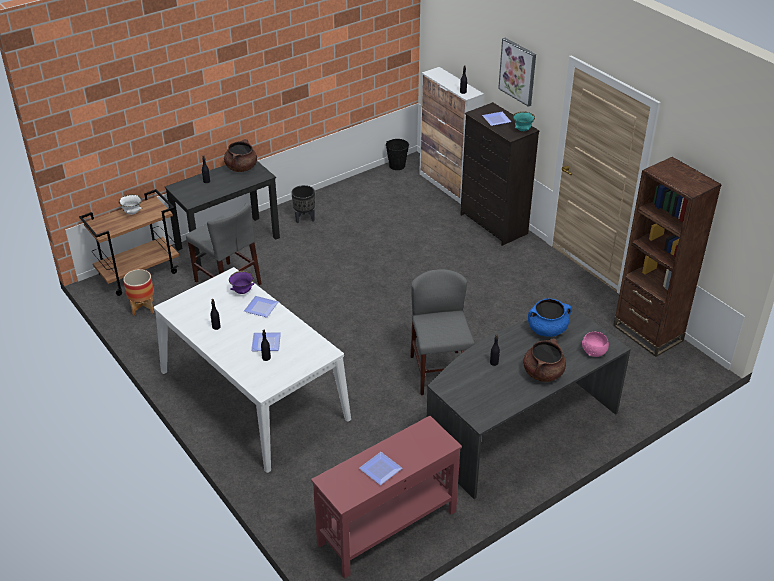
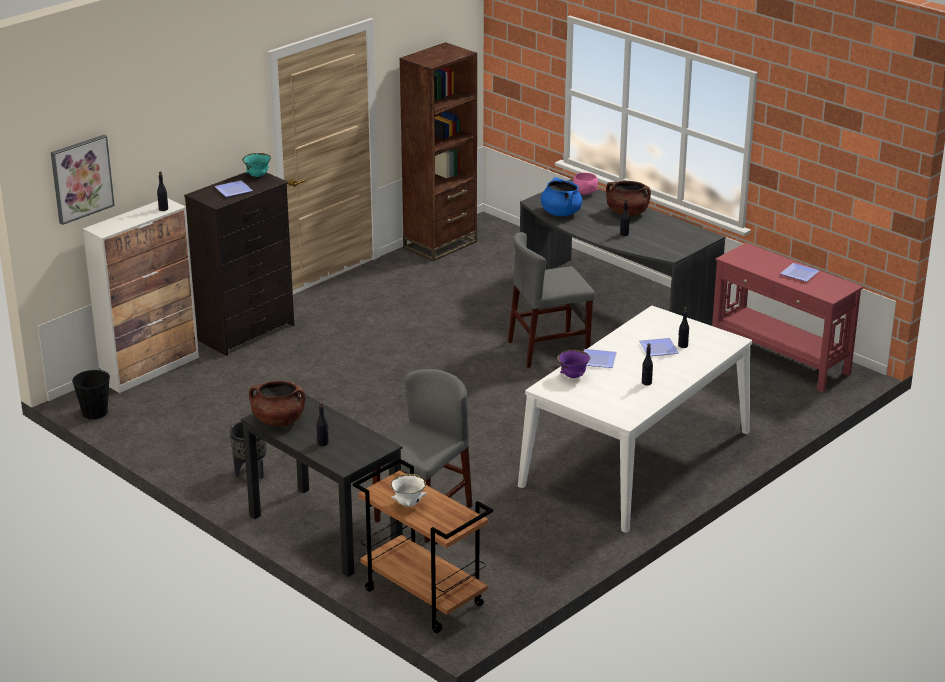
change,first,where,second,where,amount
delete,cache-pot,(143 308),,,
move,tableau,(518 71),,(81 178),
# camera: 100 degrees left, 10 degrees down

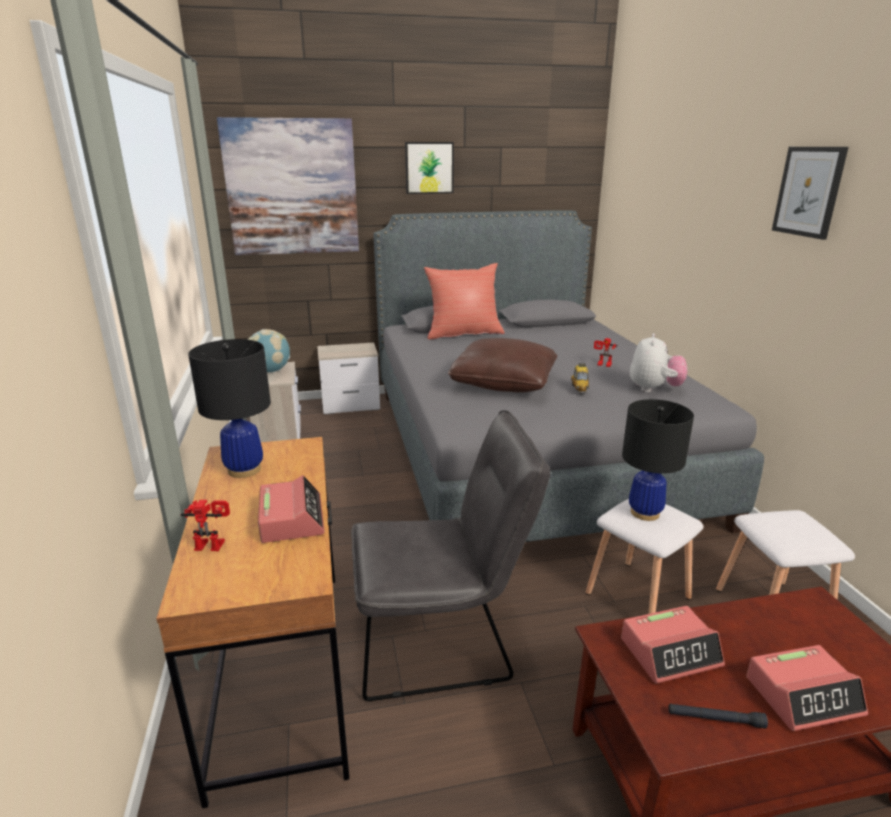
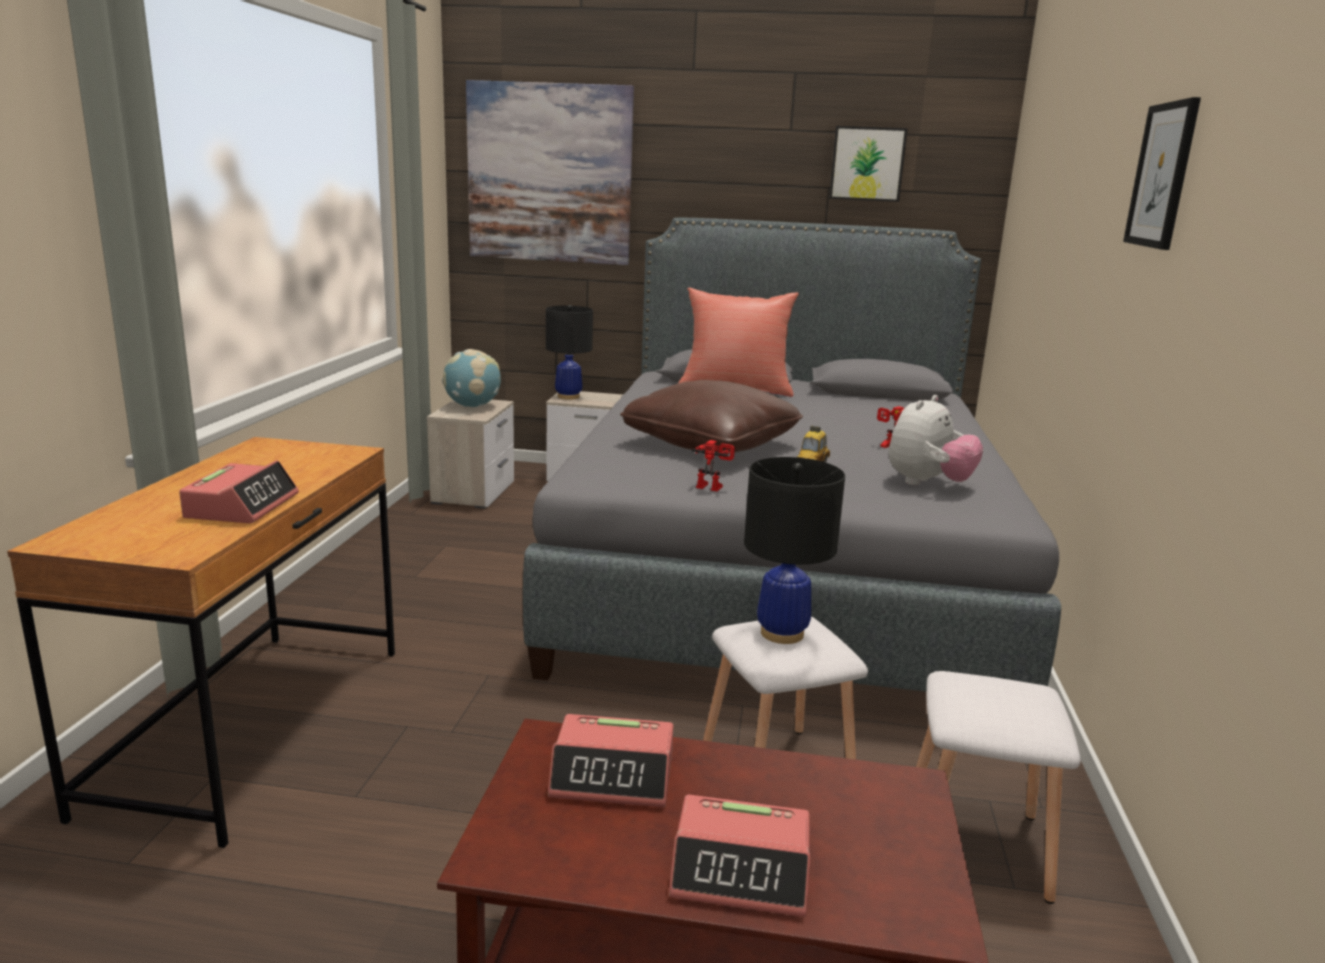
change,first,where,second,where,amount
delete,chaise [gris],(443 641),,,
delete,lampe de poche [noir],(715 719),,,
move,robot jouet,(213 543),,(712 486),
move,lampe de table [noir],(244 469),,(568 396),
move,tableau,(429 168),,(867 164),
# camera: 20 degrees right, 5 degrees down

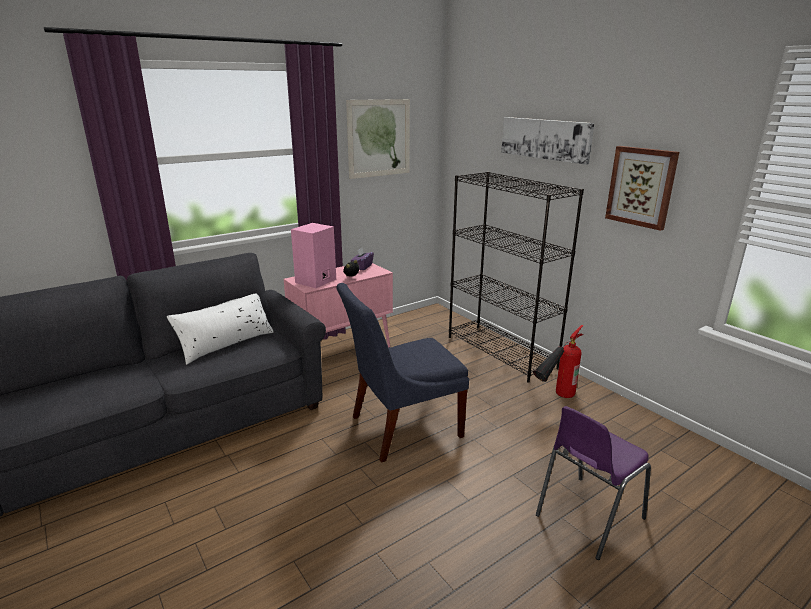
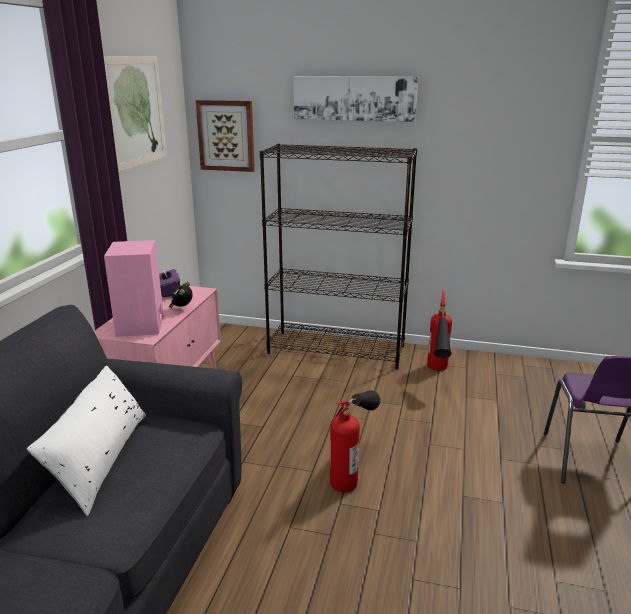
change,first,where,second,where,amount
move,tableau,(641 187),,(226 135),
replace,chaise [bleu],(401 427),extincteur,(353 468),
# camera: 40 degrees left, 0 degrees up

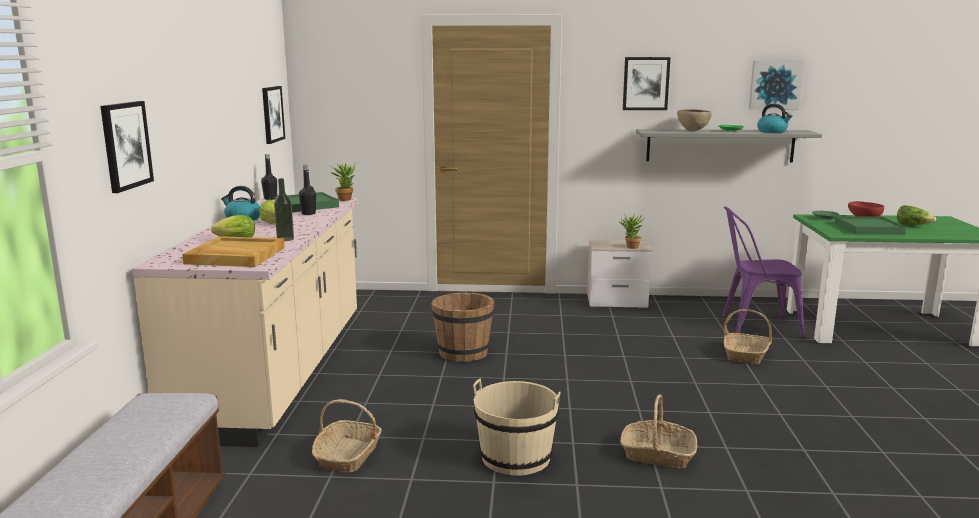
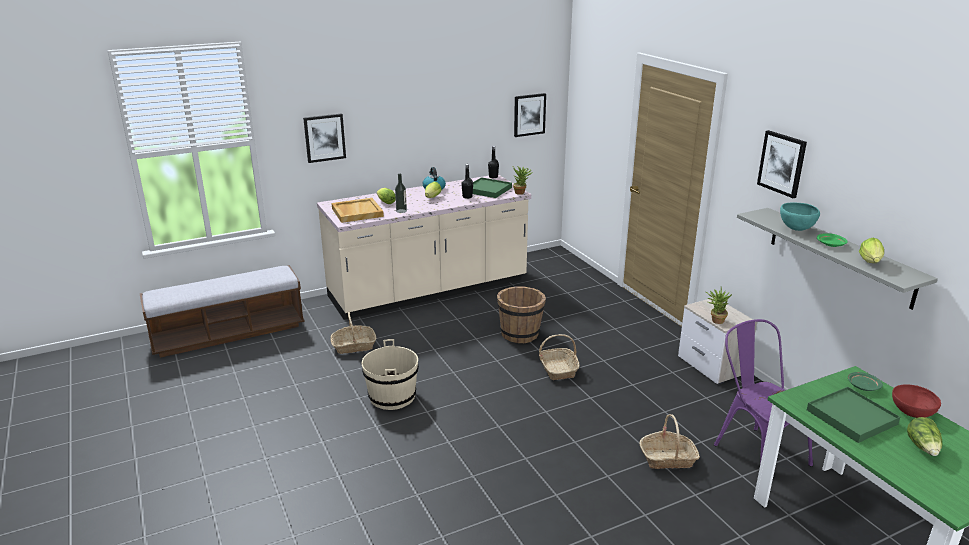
change,first,where,second,where,amount
delete,tableau,(775 85),,,
move,panier,(657 454),,(558 369),
replace,bouilloire,(772 131),laitue,(870 263),
recolor,bol [marron],(692 131),bol [turquoise],(796 229),
# camera: 60 degrees right, 10 degrees up

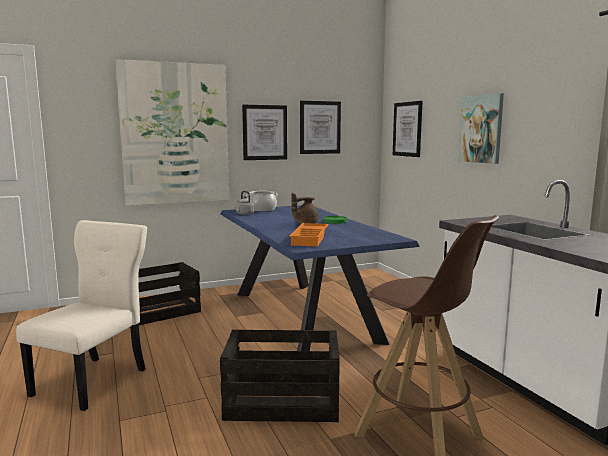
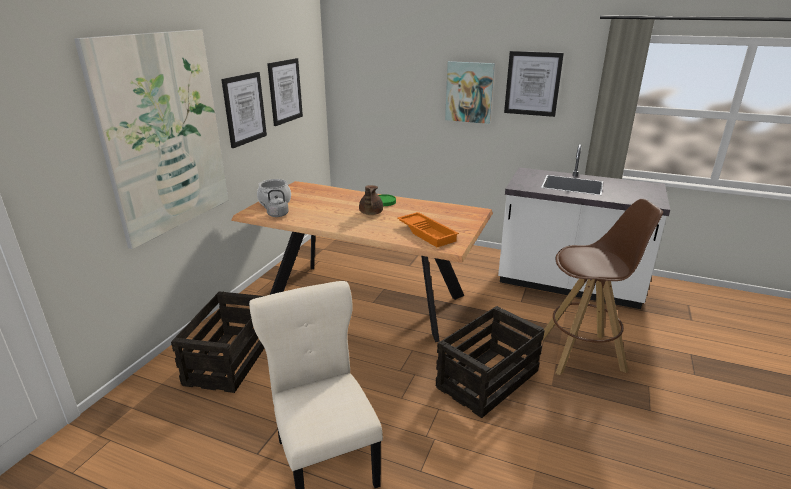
change,first,where,second,where,amount
move,tableau,(407 129),,(532 83),
recolor,table à manger [bleu],(303 316),table à manger [marron],(366 298),
# camera: 45 degrees left, 15 degrees up

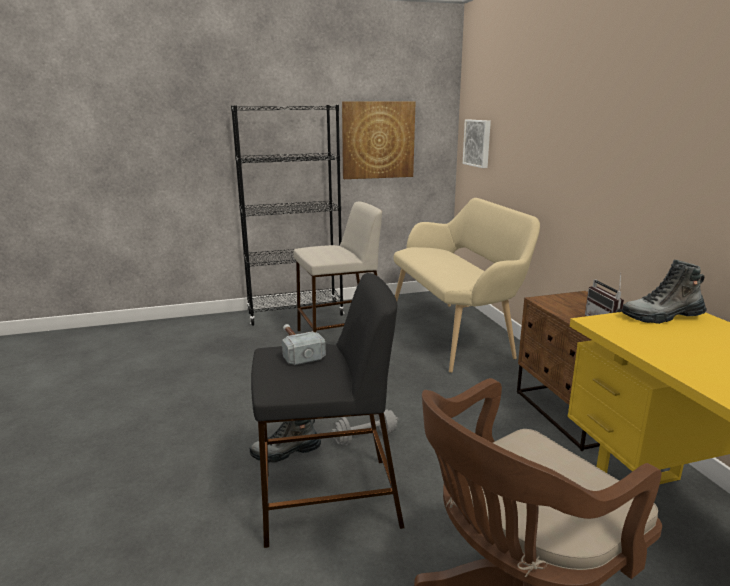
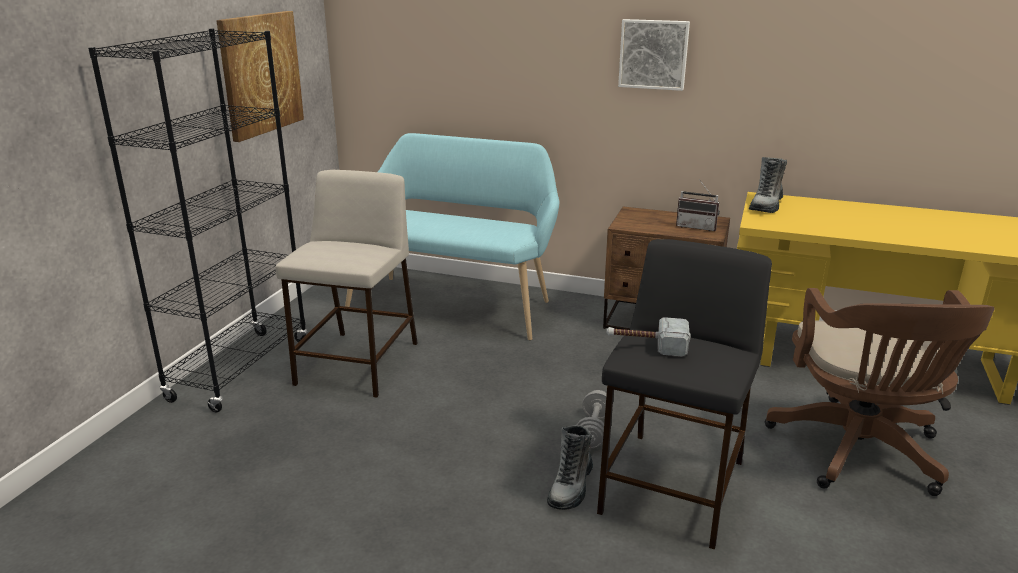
change,first,where,second,where,amount
move,tableau,(478 143),,(653 54),
recolor,banc [beige],(455 333),banc [turquoise],(455 303),
# camera: 55 degrees left, 5 degrees up

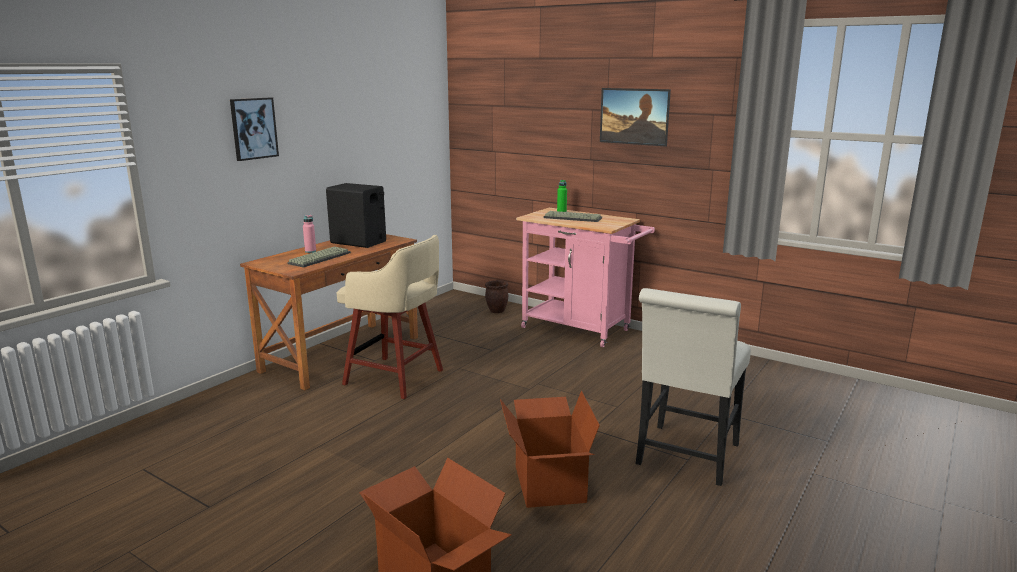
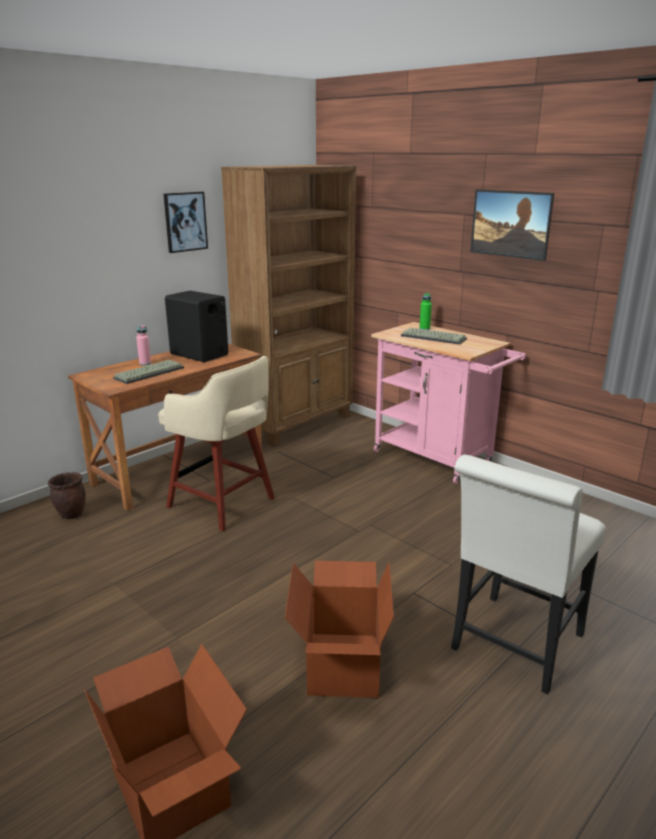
change,first,where,second,where,amount
insert,,,bibliothèque [marron],(297 423),
move,tableau,(253 128),,(185 221),
move,cache-pot [marron],(496 311),,(72 514),
# camera: 10 degrees right, 5 degrees up

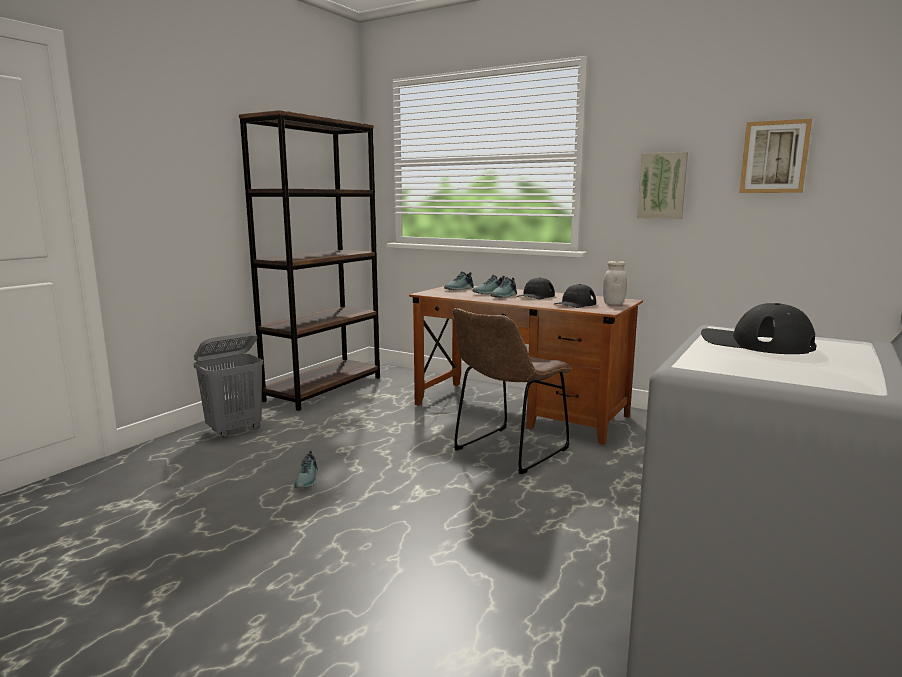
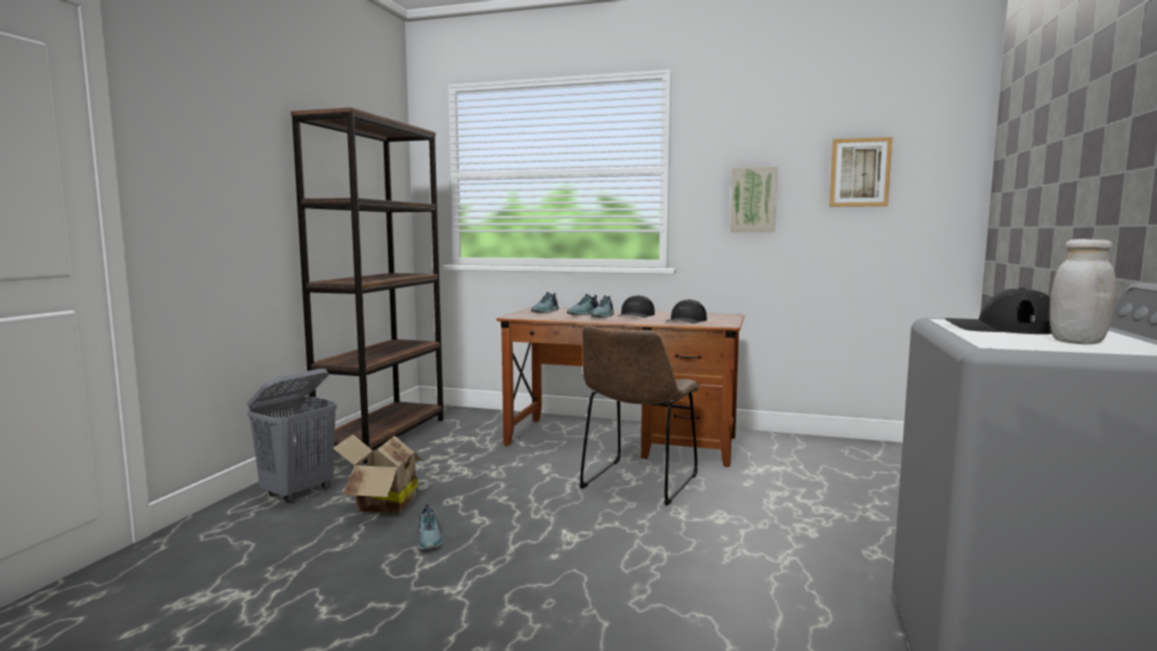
change,first,where,second,where,amount
insert,,,carton,(381 505),
move,bocal [blanc],(613 303),,(1077 342),
# camera: 15 degrees left, 5 degrees down

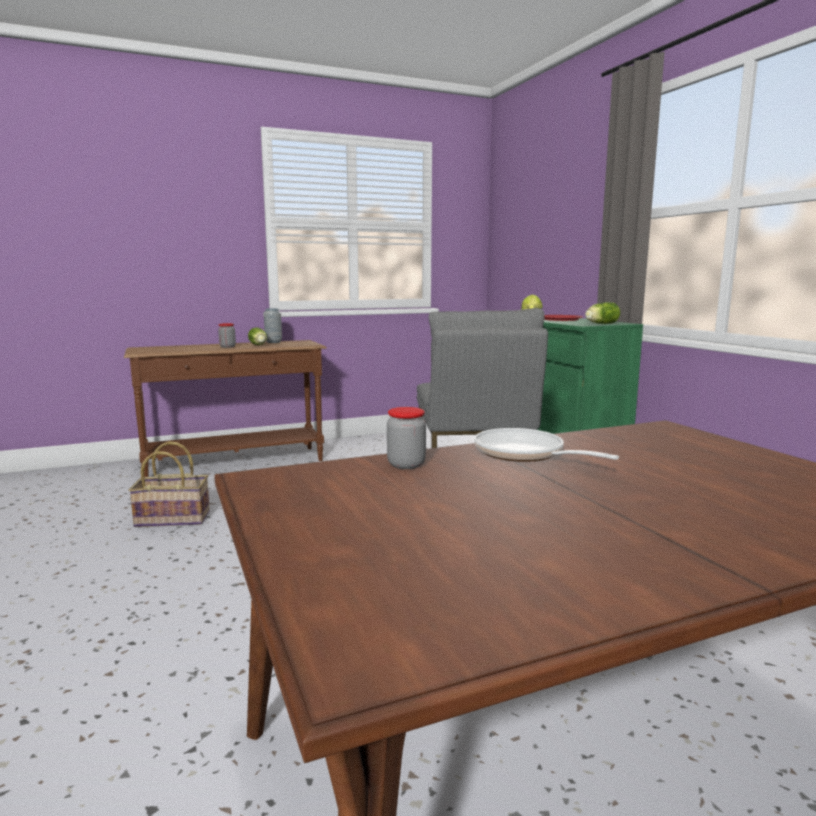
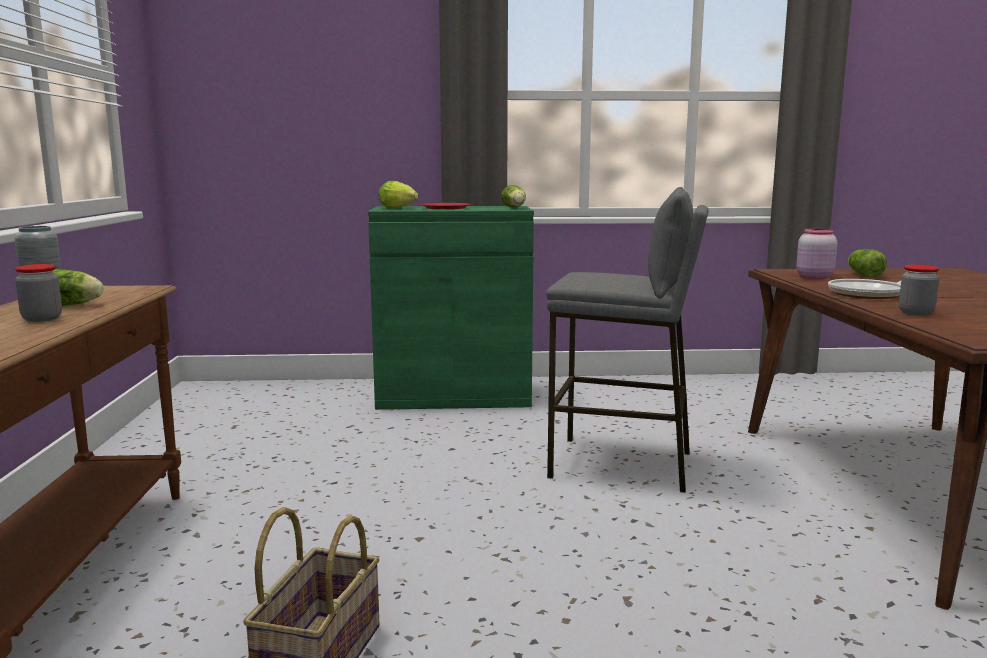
change,first,where,second,where,amount
insert,,,bocal [rose],(813 277),
insert,,,laitue,(863 275),
# camera: 70 degrees left, 0 degrees up

